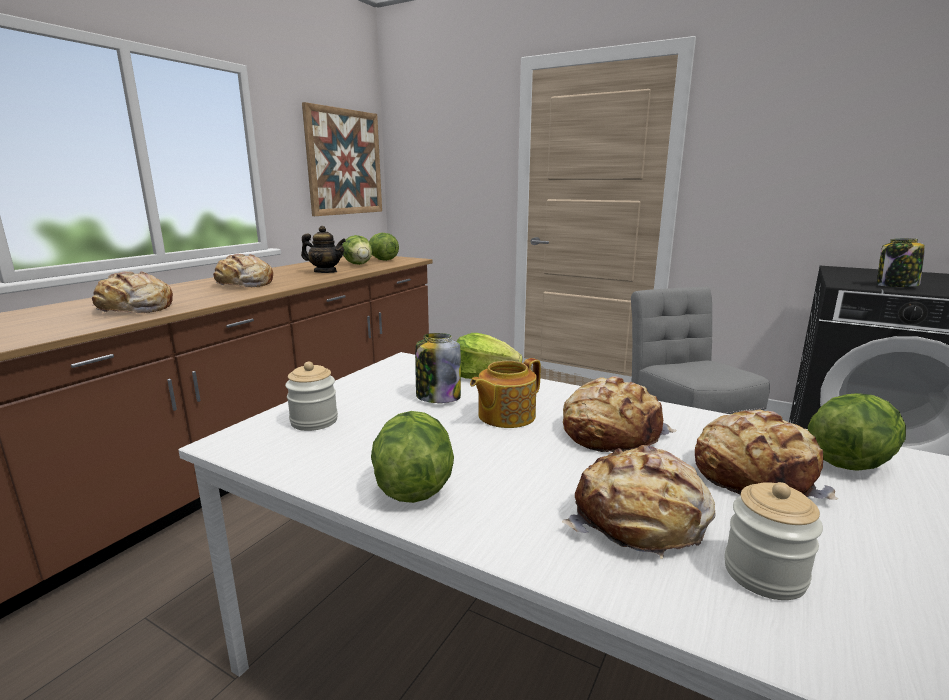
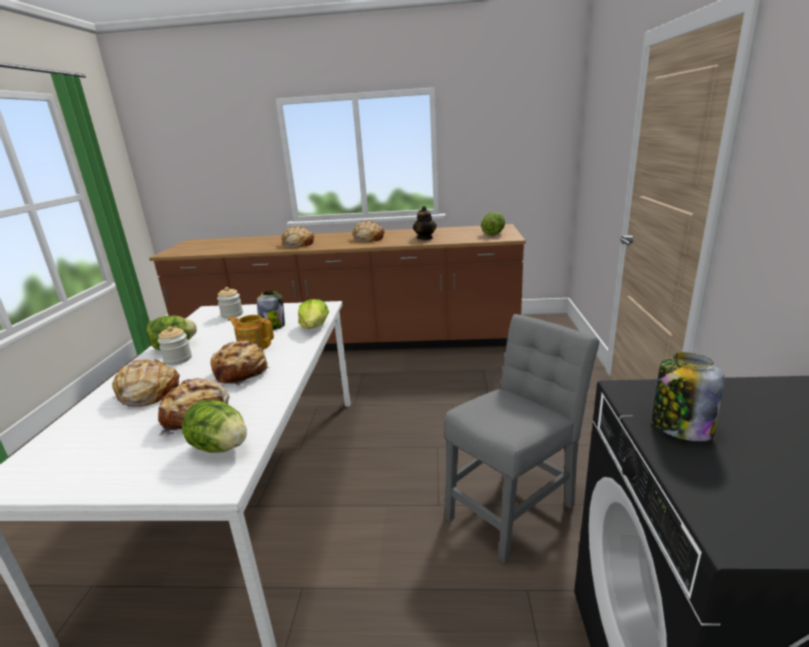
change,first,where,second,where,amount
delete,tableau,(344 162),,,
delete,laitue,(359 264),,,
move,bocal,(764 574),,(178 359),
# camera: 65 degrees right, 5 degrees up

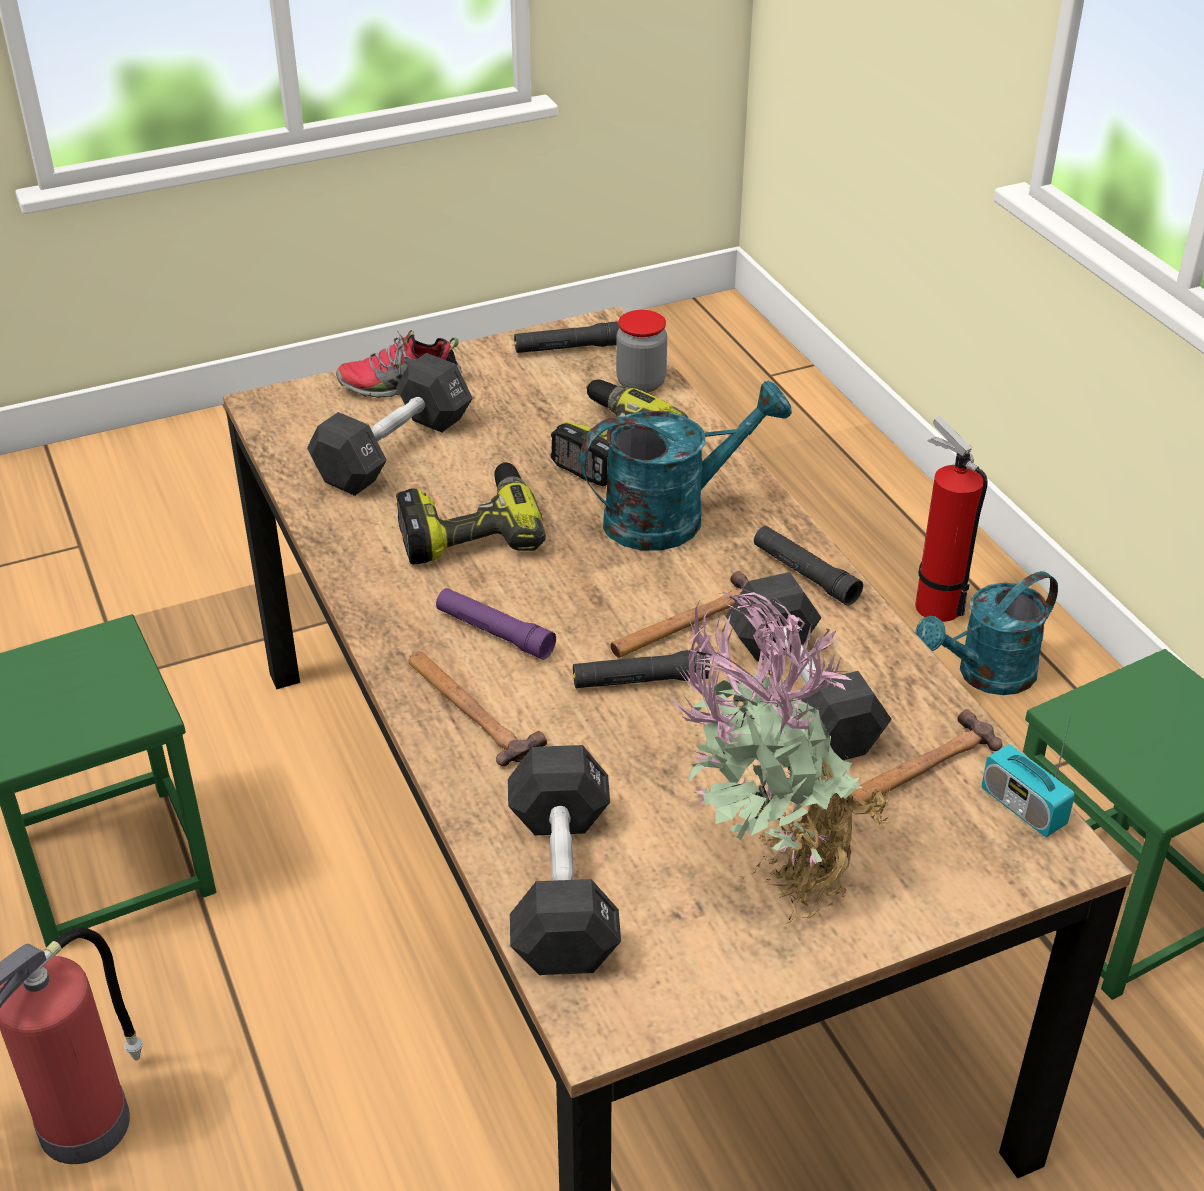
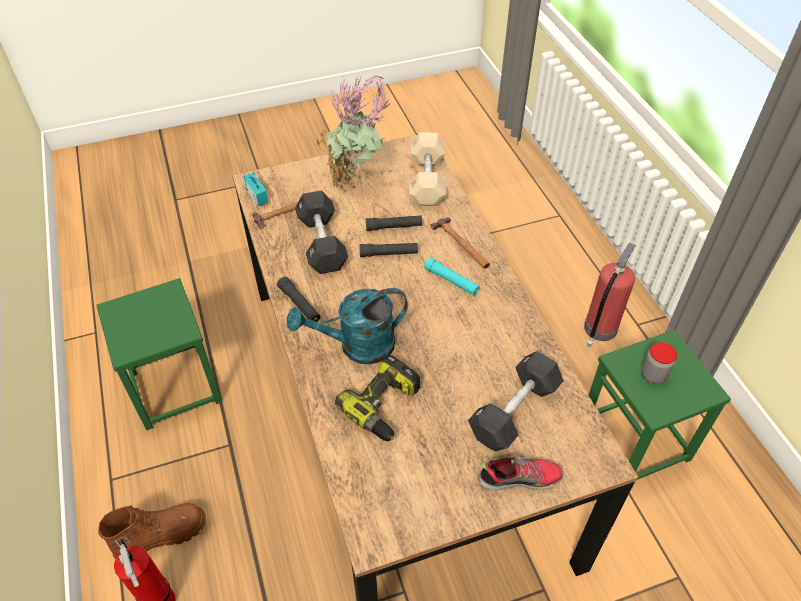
change,first,where,second,where,amount
delete,perceuse,(469 529),,,
delete,marteau,(686 623),,,
move,lampe de poche [noir],(567 348),,(394 227),
move,bocal,(641 383),,(653 375),
replace,arrosoir [turquoise],(985 676),botte [marron],(161 535),
recolor,lampe de poche [violet],(494 633),lampe de poche [turquoise],(451 281),
recolor,haltère [noir],(562 886),haltère [beige],(427 180),
# camera: 175 degrees left, 10 degrees up

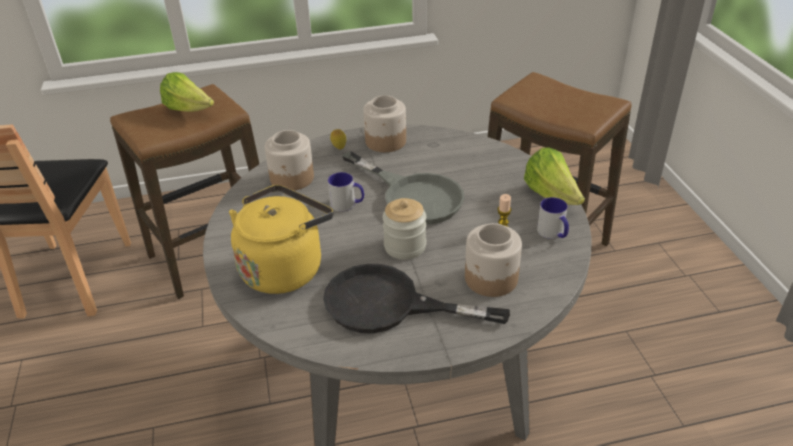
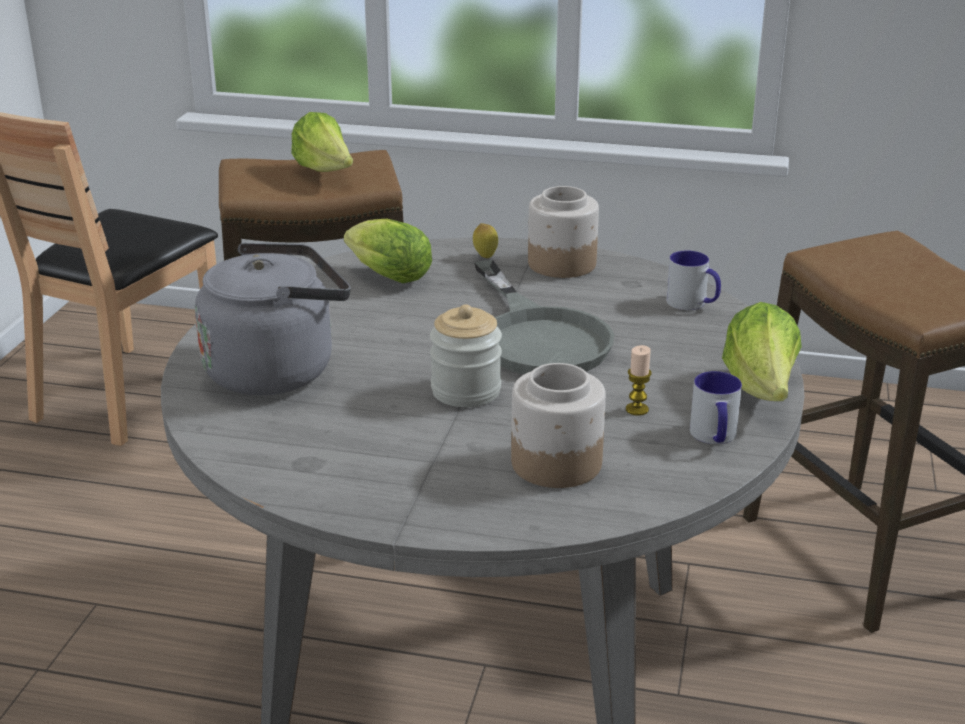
change,first,where,second,where,amount
delete,poêle [noir],(389 305),,,
move,mug,(347 204),,(693 303),
replace,bocal,(292 178),laitue,(385 276),
recolor,bouilloire [jaune],(284 268),bouilloire [gris],(277 370),
# camera: 25 degrees right, 10 degrees down

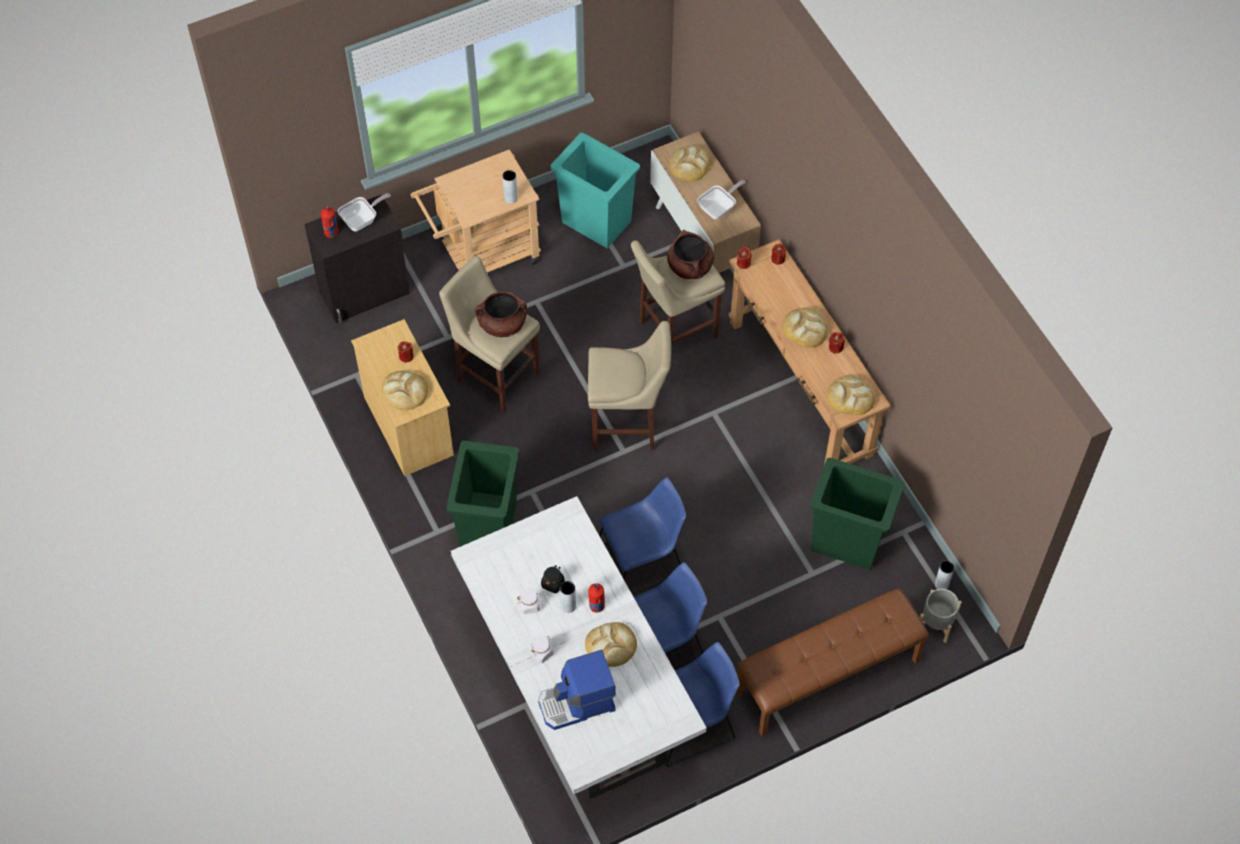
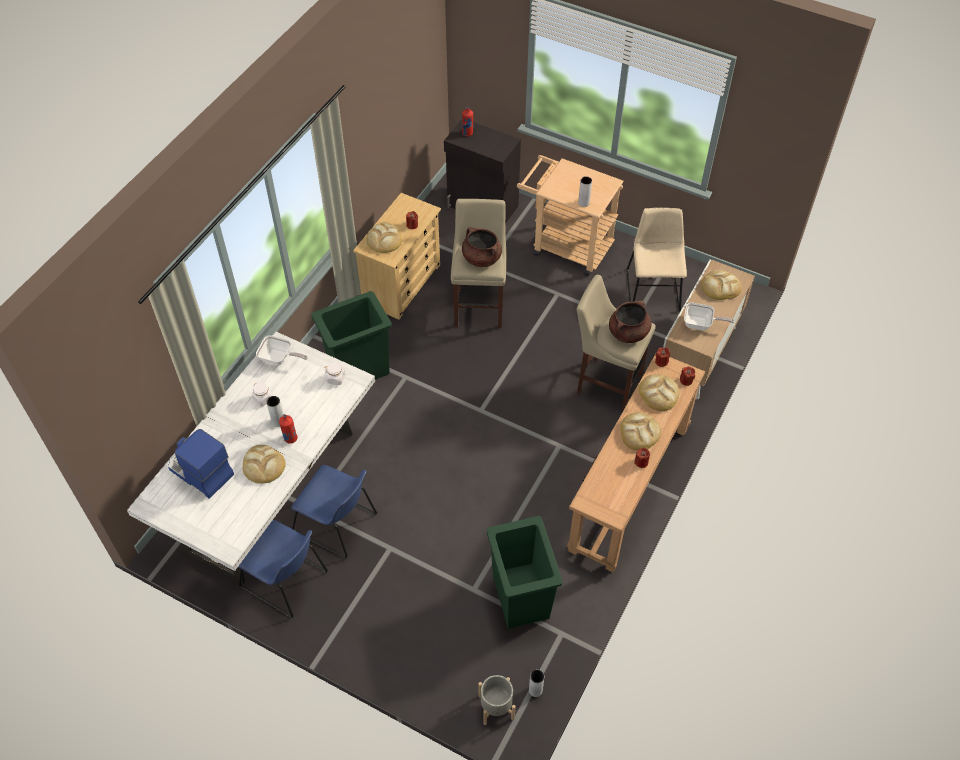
change,first,where,second,where,amount
delete,bocal [noir],(553 583),,,
delete,tabouret [beige],(628 426),,,
delete,chaise [bleu],(642 561),,,
delete,banc [marron],(828 677),,,
move,poêle,(362 220),,(279 359),
move,bocal [blanc],(541 652),,(336 379),
move,pain,(850 397),,(659 393),
replace,poubelle [turquoise],(596 221),chaise [beige],(653 288),
# camera: 55 degrees right, 5 degrees down

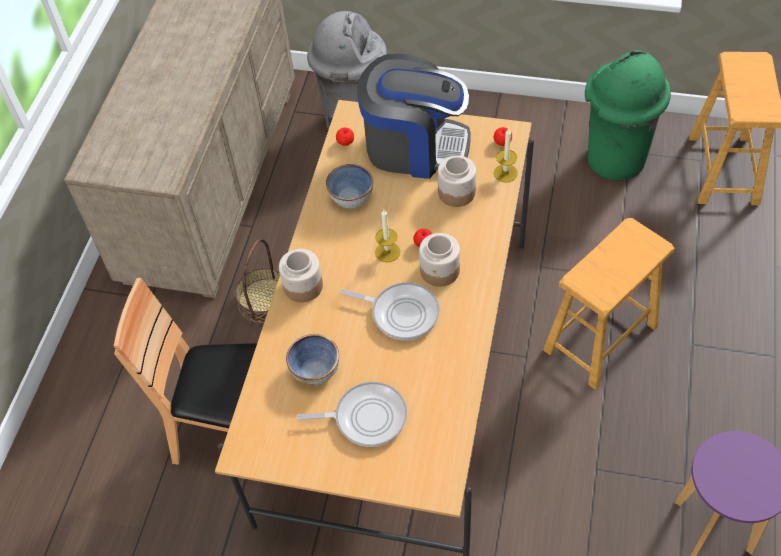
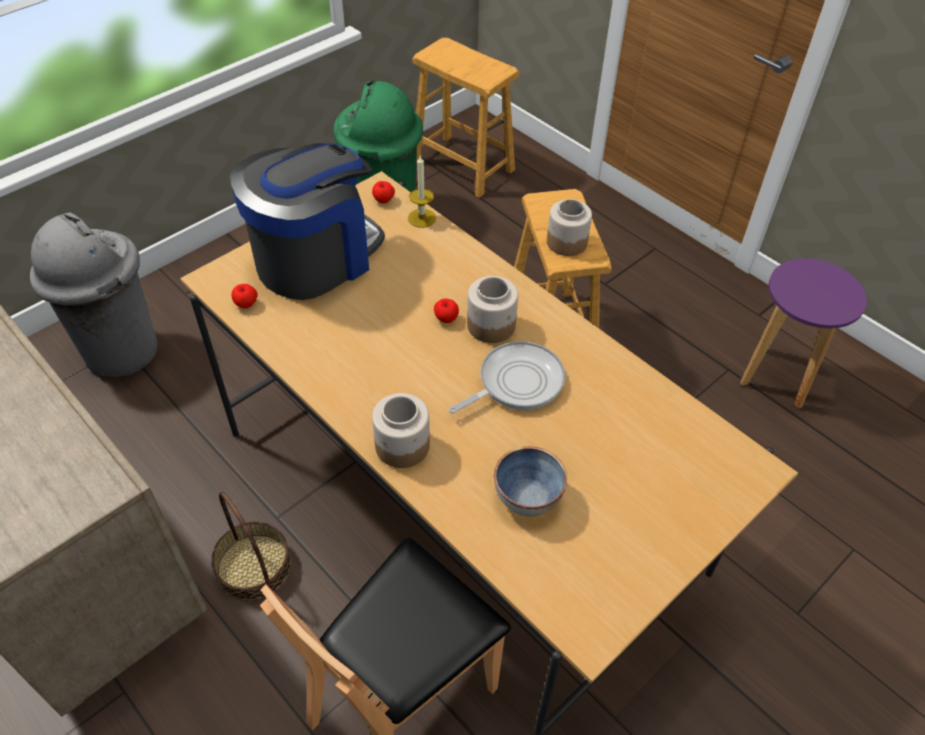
change,first,where,second,where,amount
delete,poêle,(366 417),,,
delete,bol,(351 197),,,
delete,bougie,(387 252),,,
move,bocal,(457 192),,(566 242),
# camera: 60 degrees left, 5 degrees down

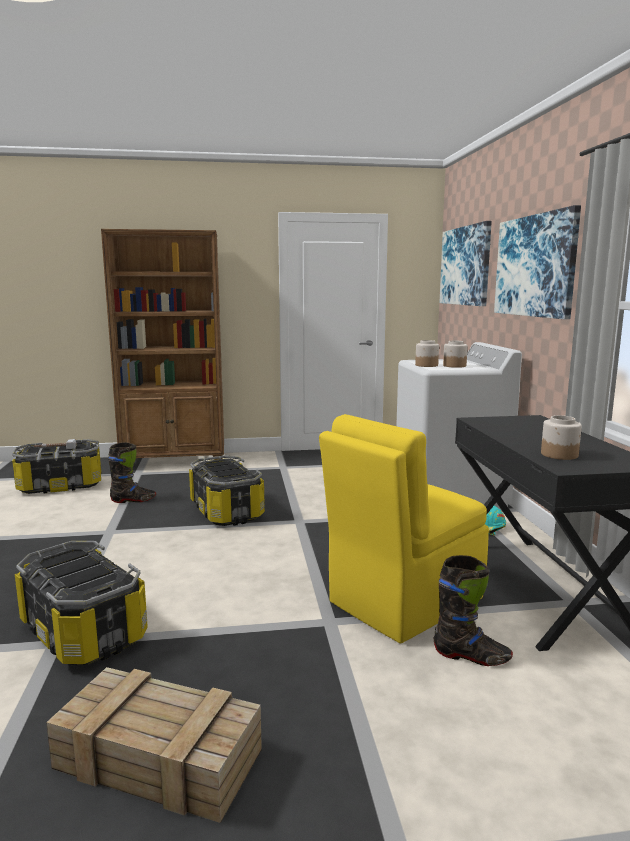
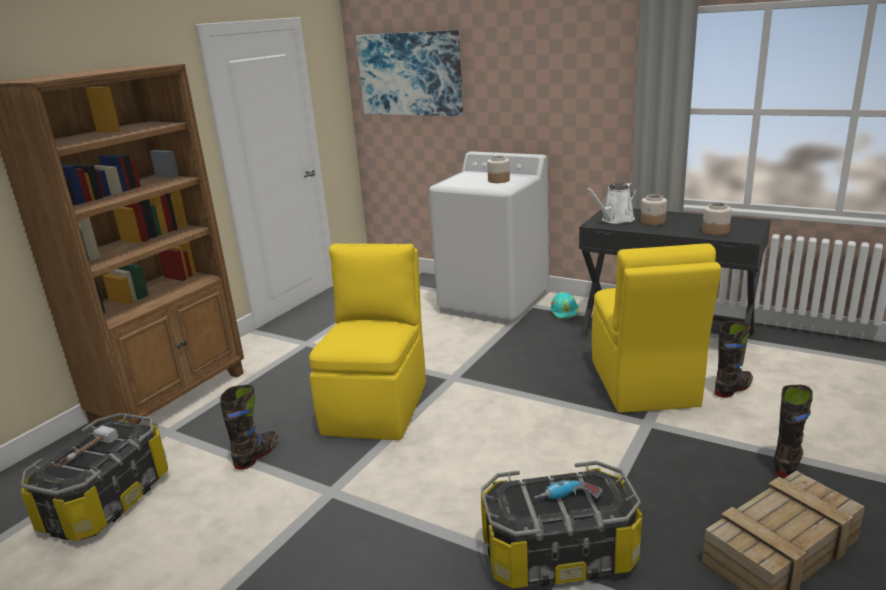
change,first,where,second,where,amount
delete,tableau,(535 266),,,
insert,,,perceuse,(568 500),
insert,,,arrosoir [blanc],(615 220),
insert,,,botte [noir],(787 462),
move,bocal,(426 365),,(653 221),
replace,boîte de rangement,(227 511),chaise [jaune],(377 406),
# camera: 50 degrees left, 10 degrees up

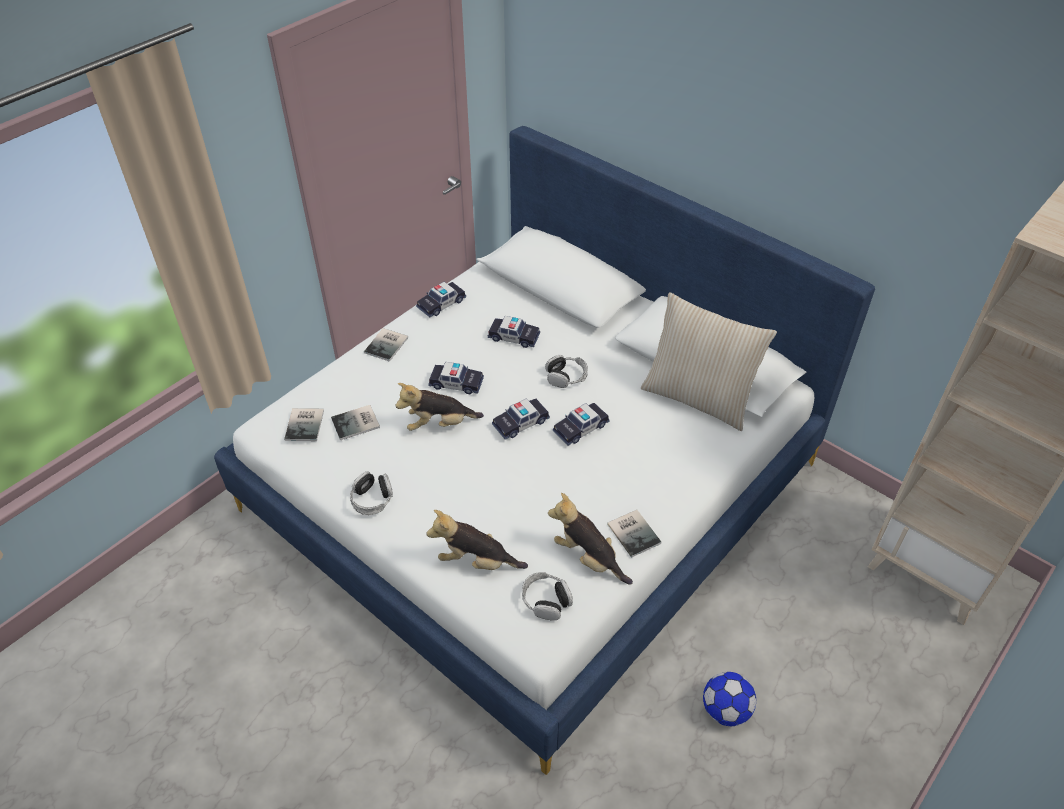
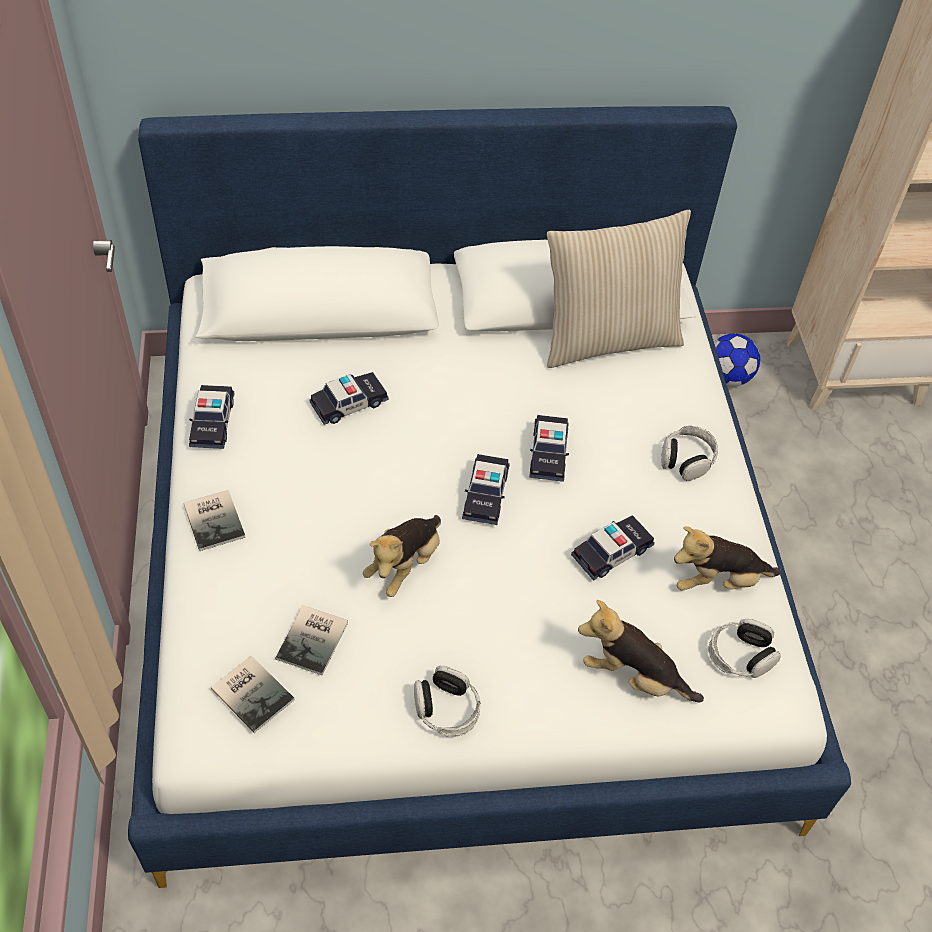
change,first,where,second,where,amount
delete,livre,(634 532),,,
move,petite voiture,(456 383),,(612 552),
move,casque audio,(566 377),,(686 459),
move,ballon de foot,(725 710),,(727 377),
rotate,peluche,(476 561),,(633 676),60 degrees clockwise
# camera: 50 degrees left, 5 degrees up

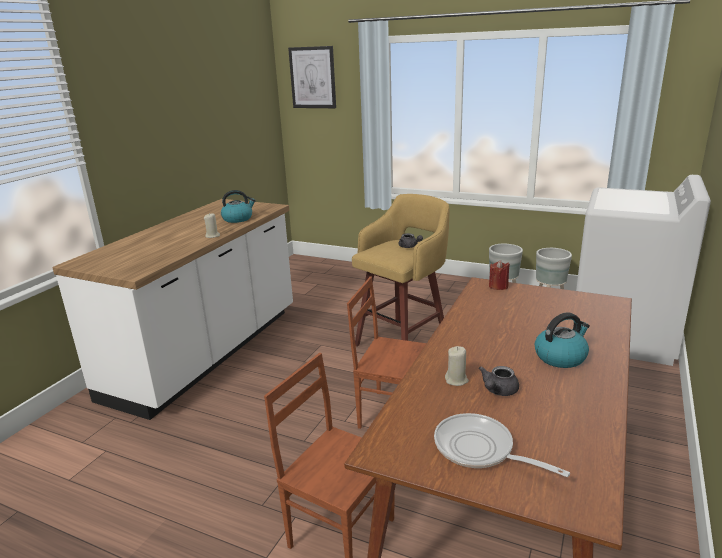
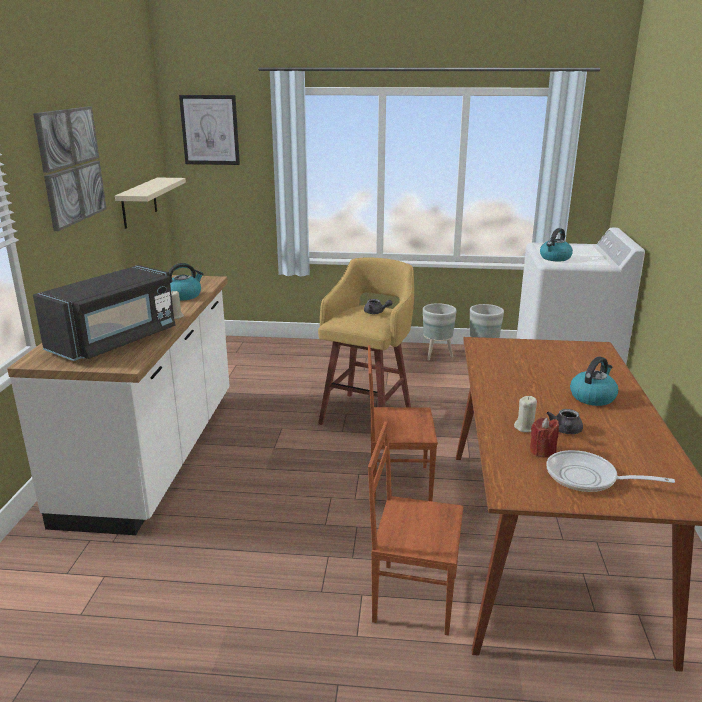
change,first,where,second,where,amount
insert,,,tableau,(71 166),
insert,,,micro-ondes [noir],(115 341),
insert,,,étagère [beige],(139 202),
insert,,,bouilloire,(555 258),
move,bougie [rouge],(498 286),,(542 451),
# camera: 20 degrees left, 0 degrees up

